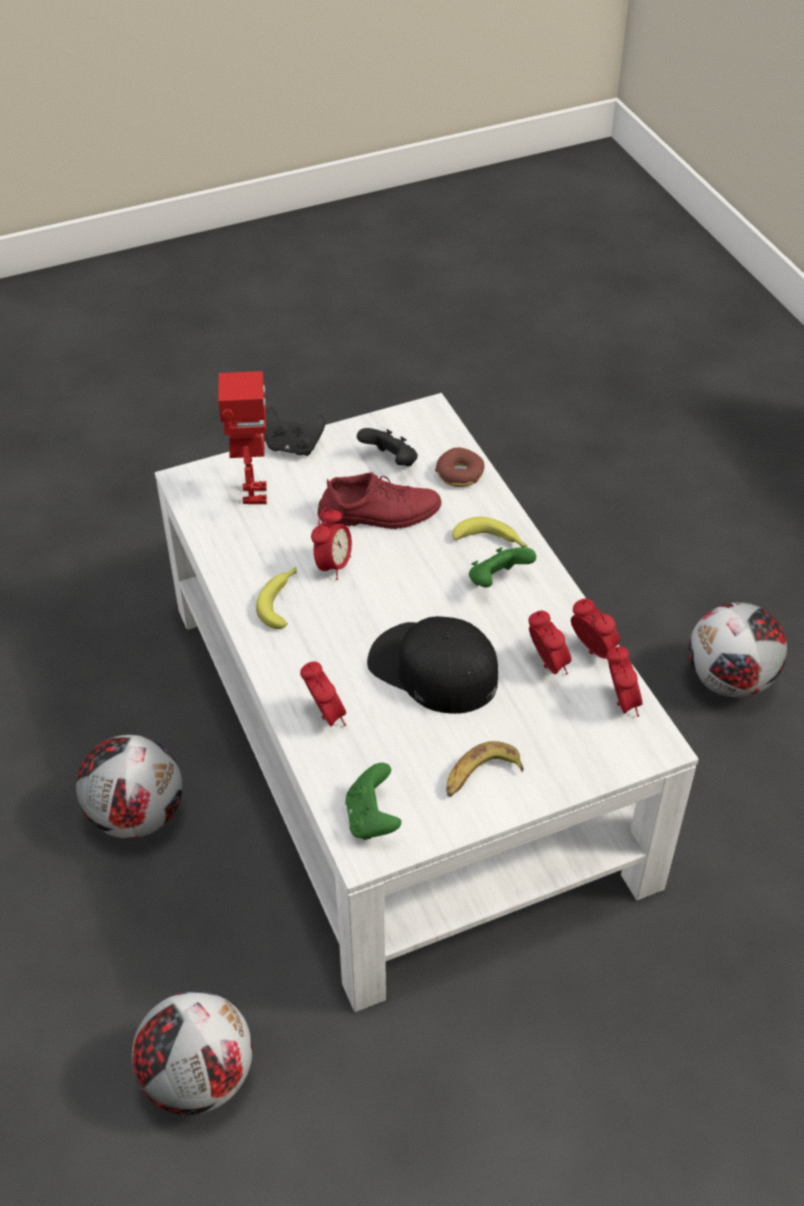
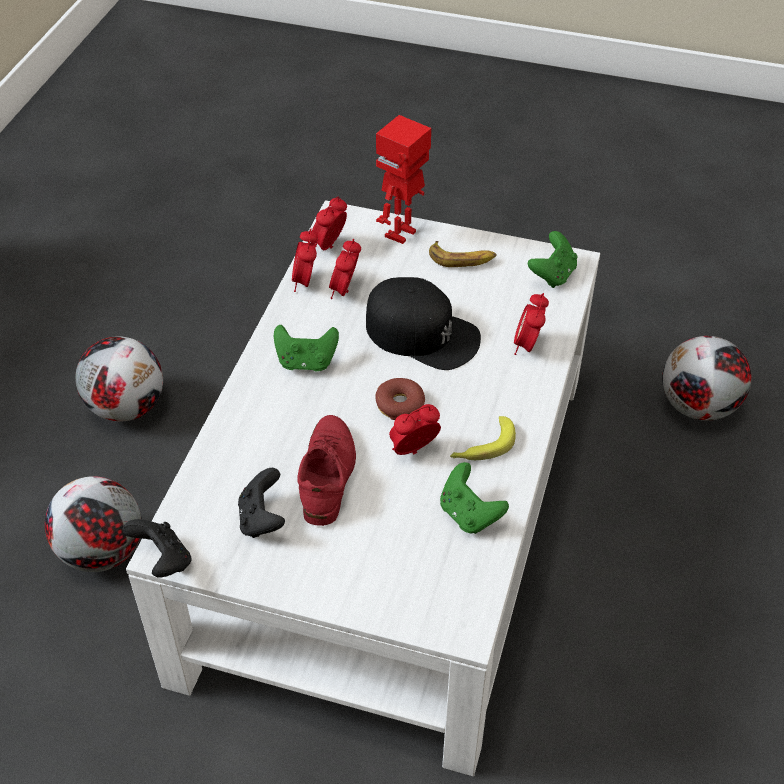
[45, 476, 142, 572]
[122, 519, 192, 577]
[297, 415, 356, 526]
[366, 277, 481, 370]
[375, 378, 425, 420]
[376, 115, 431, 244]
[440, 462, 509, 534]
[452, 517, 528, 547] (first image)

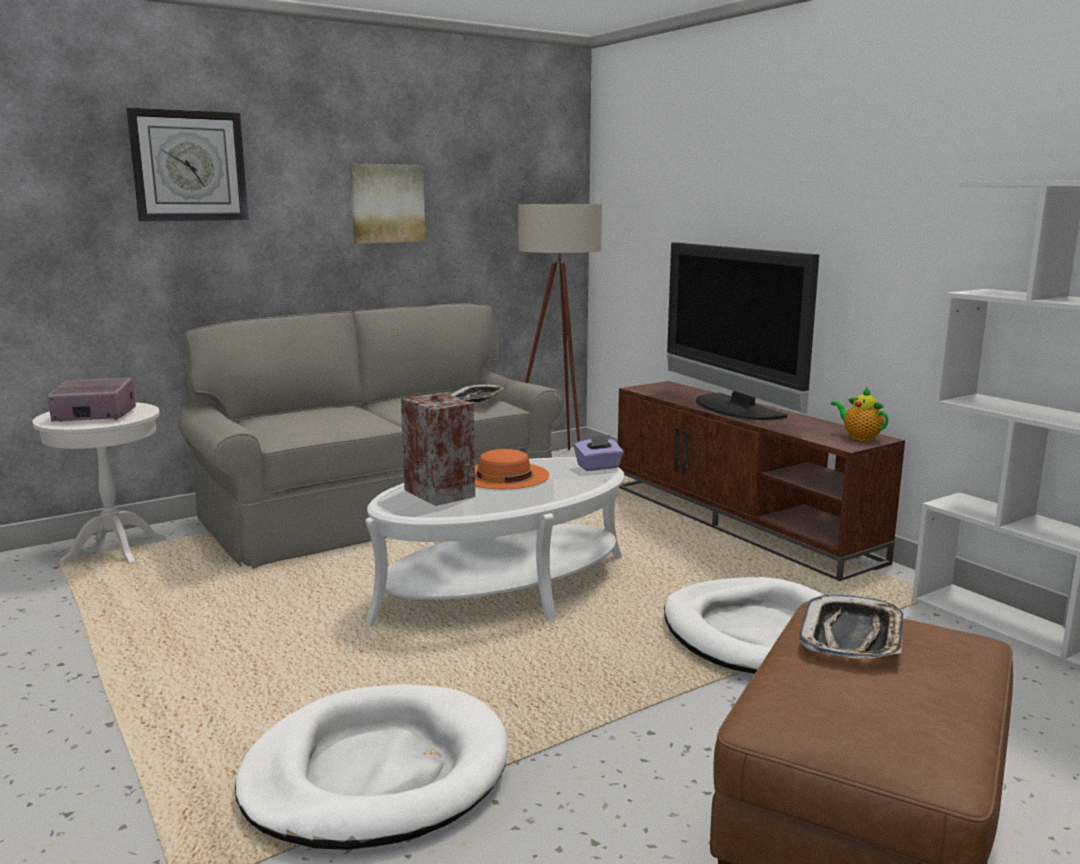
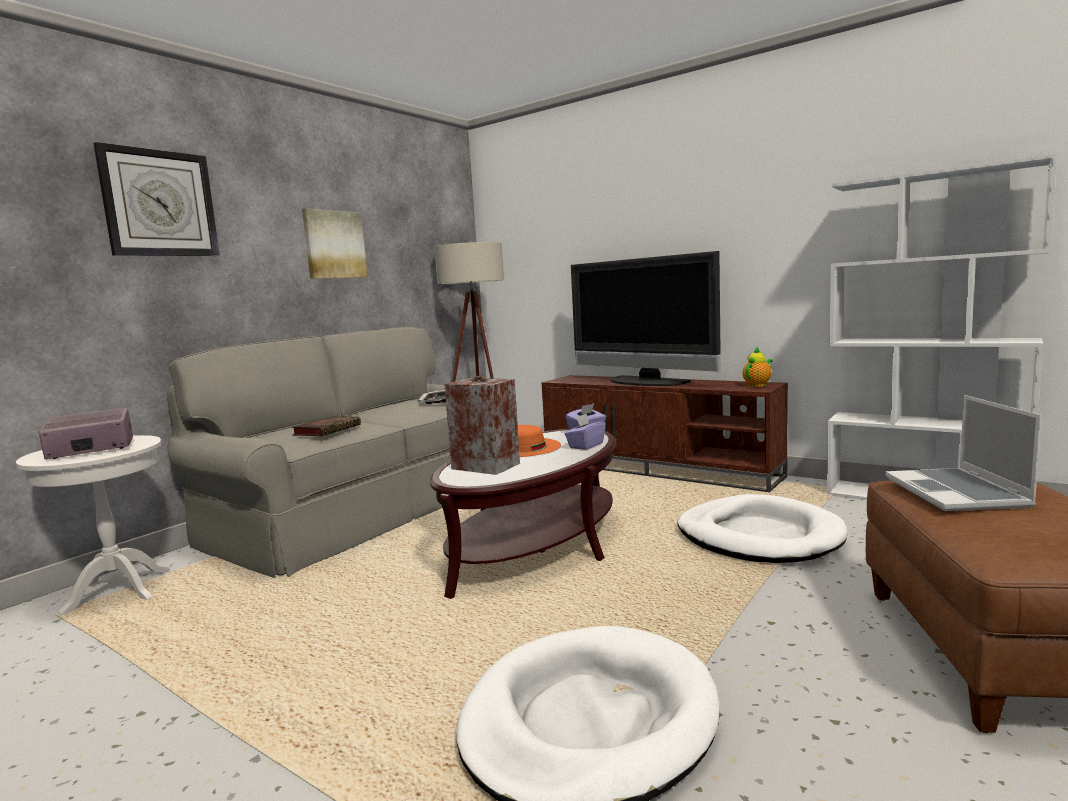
[292, 416, 361, 436]
[430, 429, 616, 599]
[565, 414, 606, 450]
[743, 346, 773, 387]
[885, 395, 1042, 511]

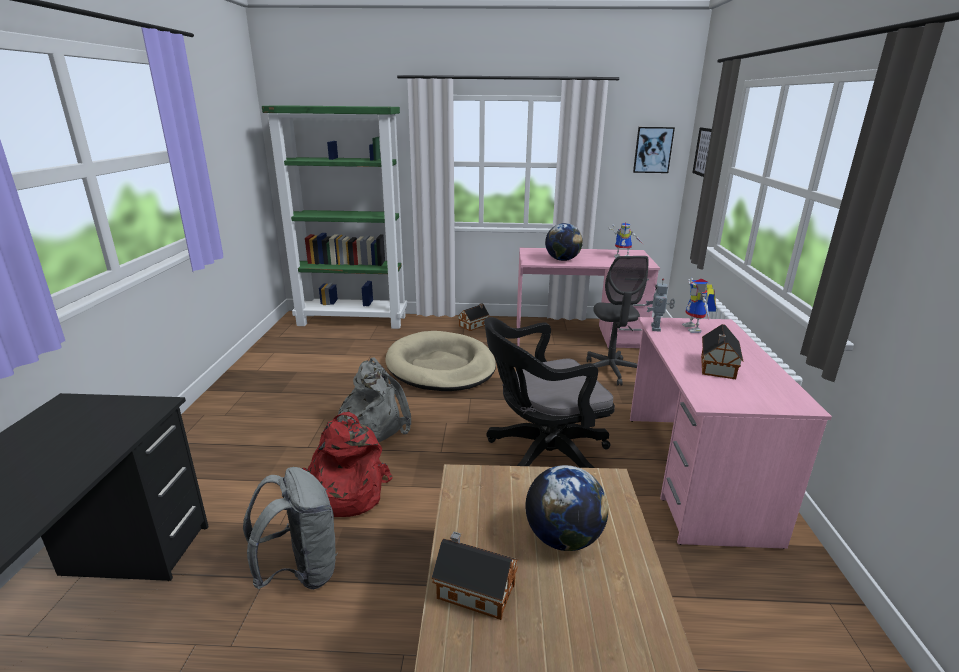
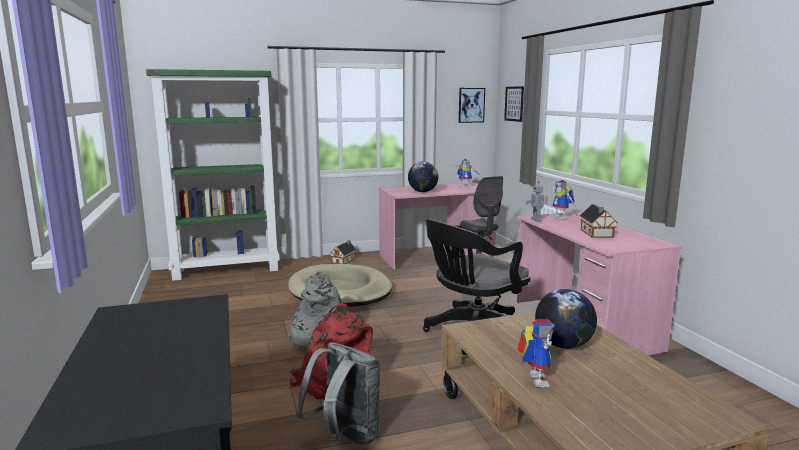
[517, 319, 555, 387]

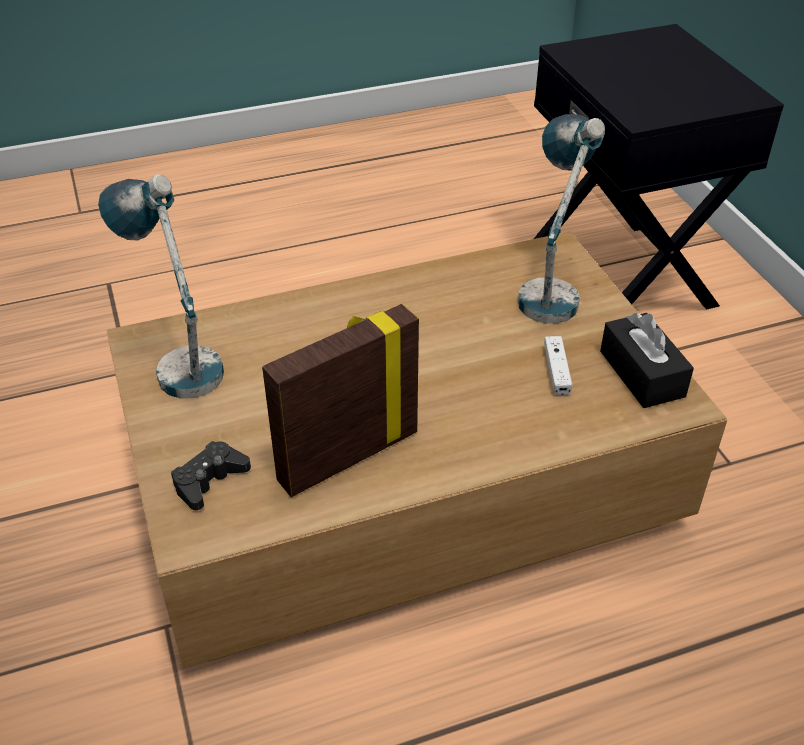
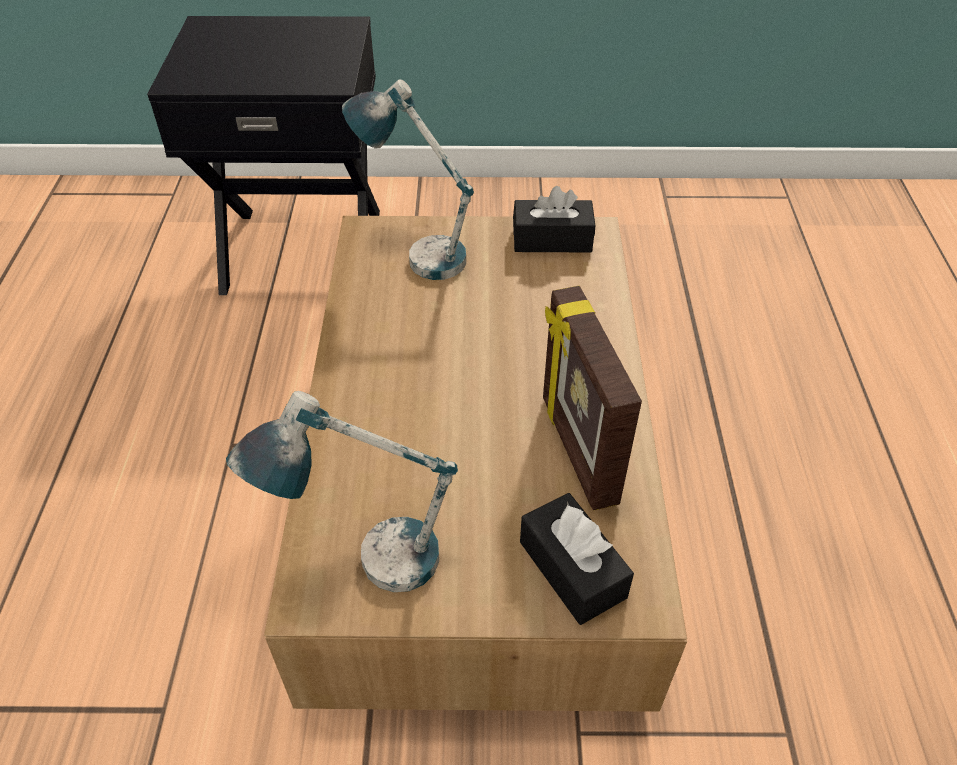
[520, 493, 634, 625]
[544, 336, 572, 395] (first image)

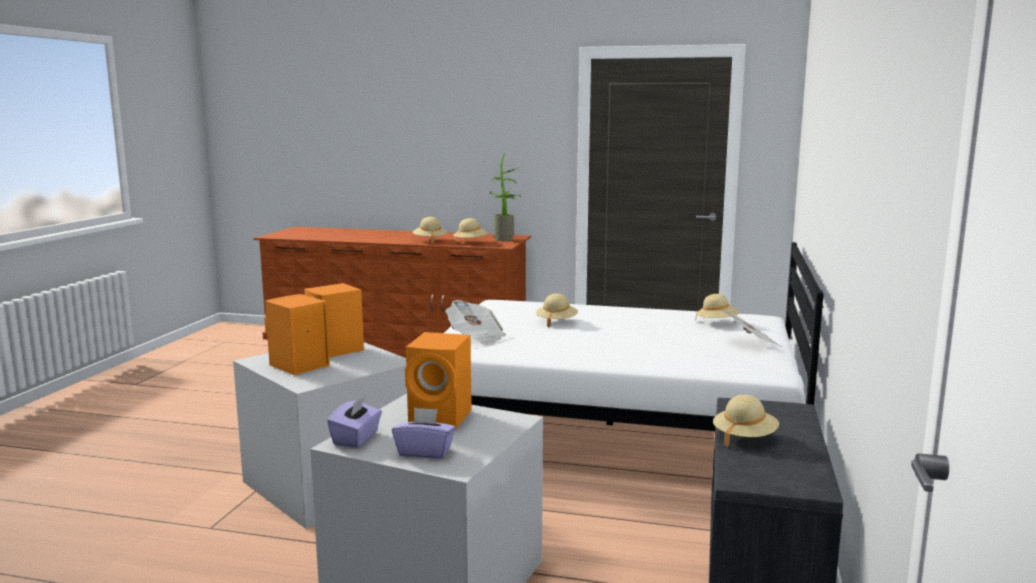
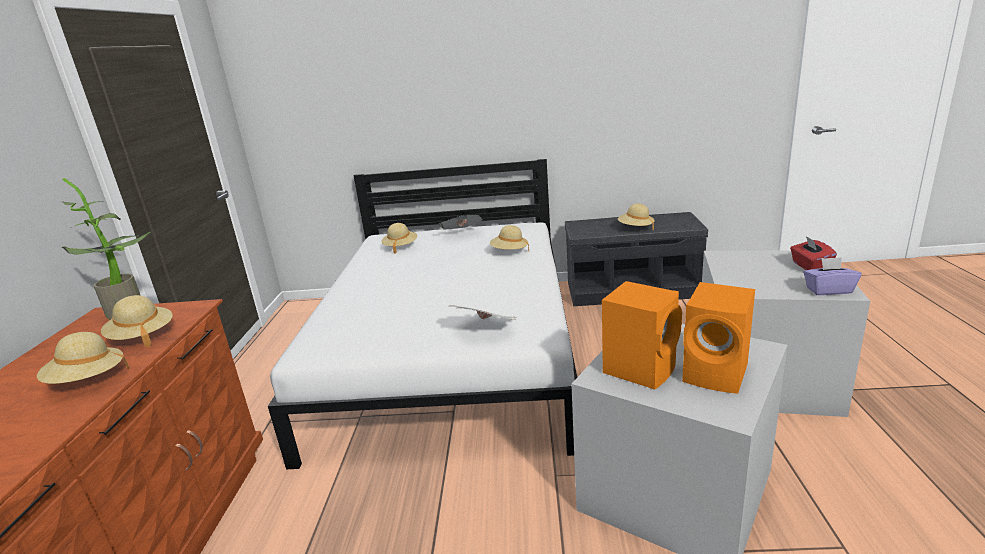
[490, 225, 529, 252]
[790, 236, 837, 270]
[405, 332, 472, 430] (first image)

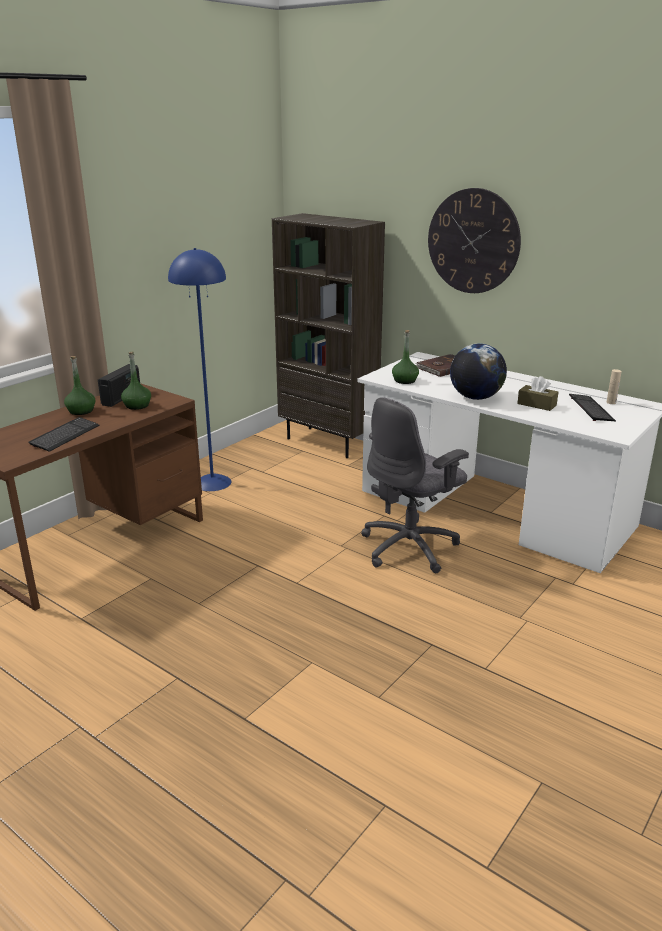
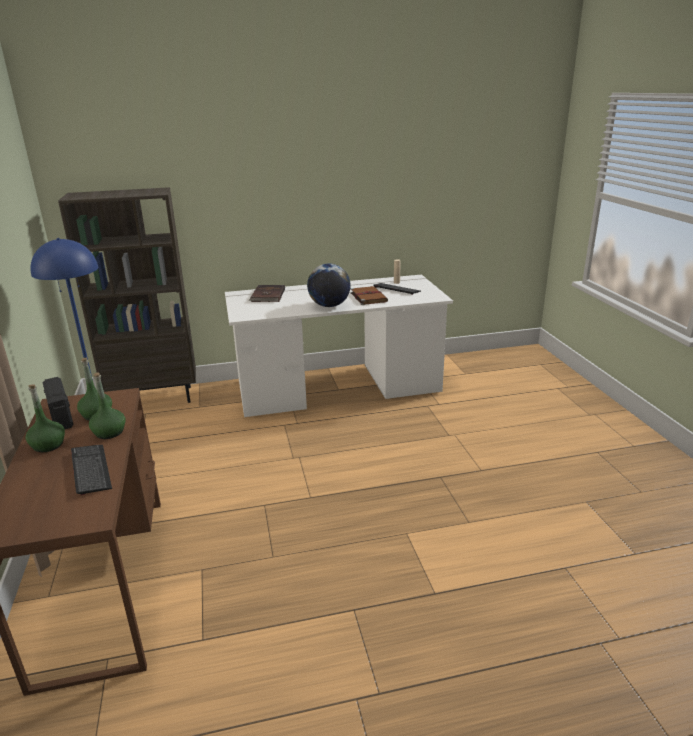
[89, 372, 126, 439]
[350, 286, 388, 305]
[361, 397, 469, 573] (first image)
[428, 188, 521, 293] (first image)

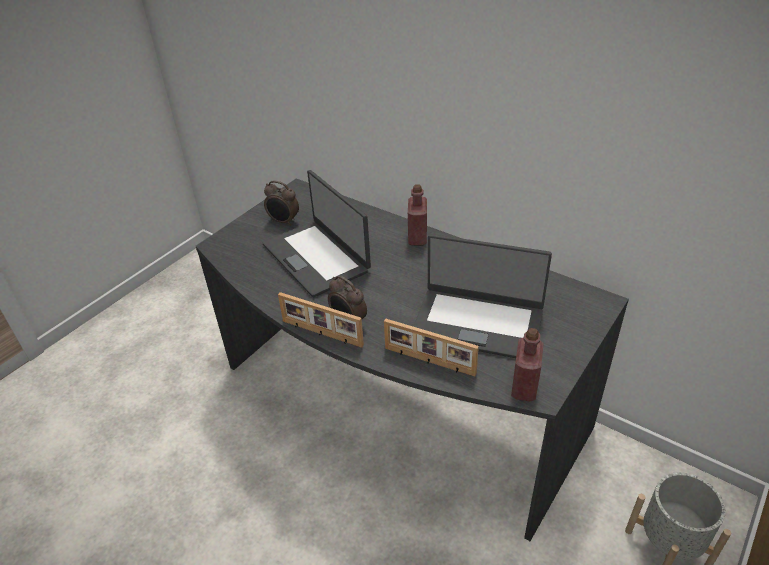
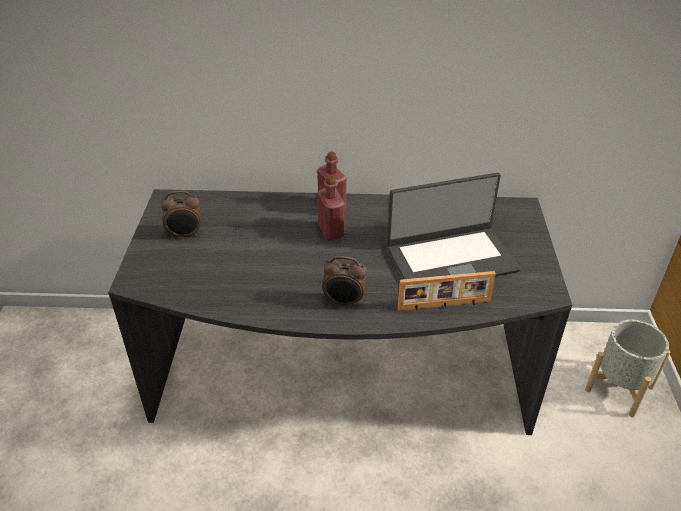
[317, 175, 345, 240]
[262, 170, 371, 298] (first image)
[278, 292, 364, 348] (first image)

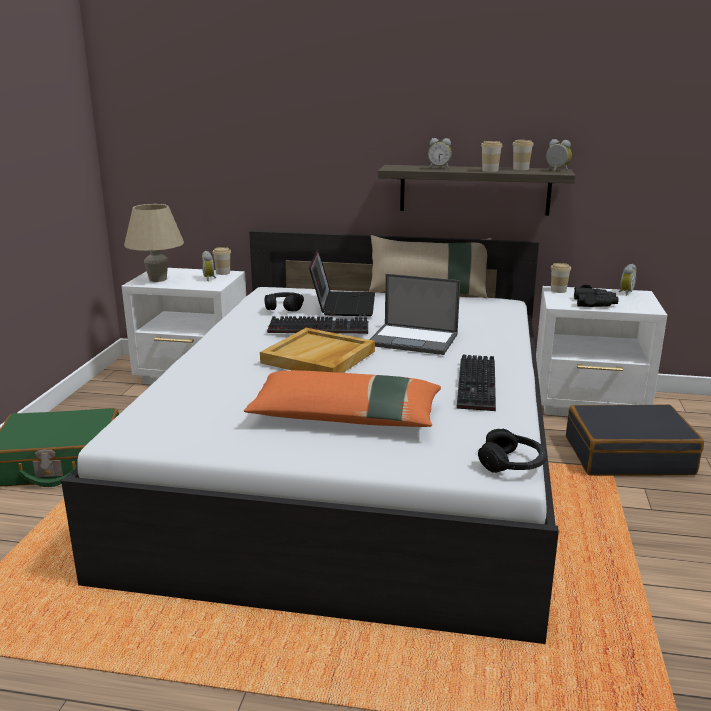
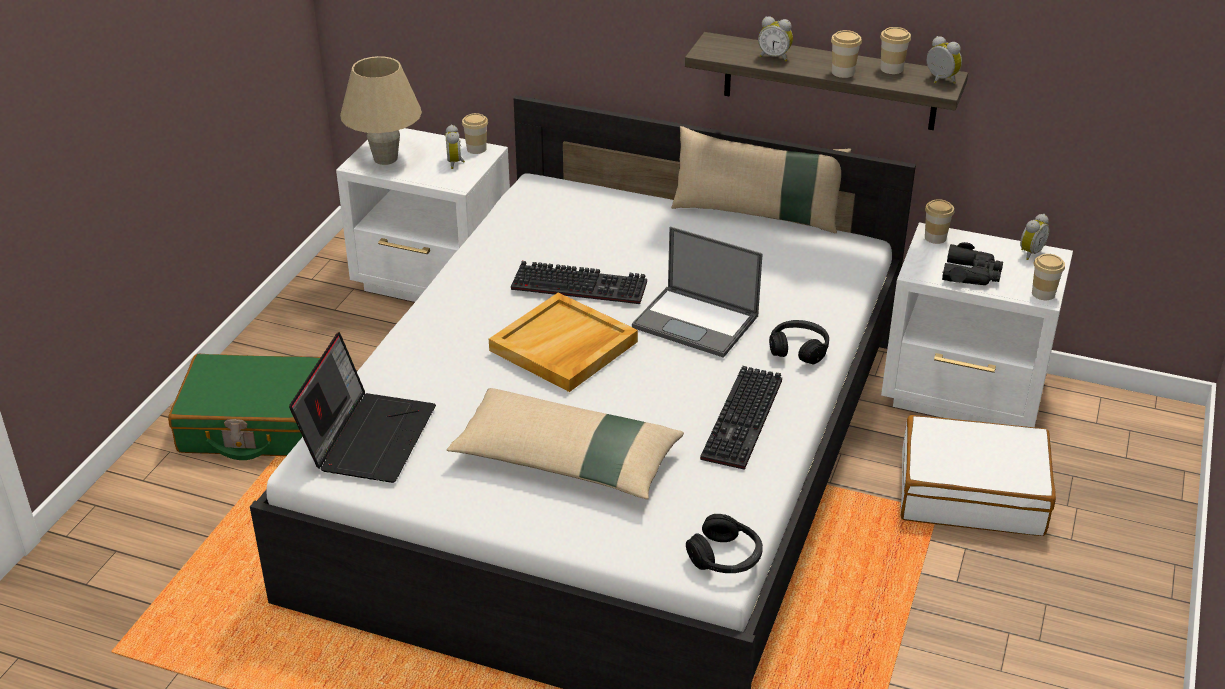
[289, 332, 436, 483]
[447, 388, 684, 499]
[769, 320, 829, 364]
[901, 415, 1056, 536]
[1032, 254, 1065, 300]

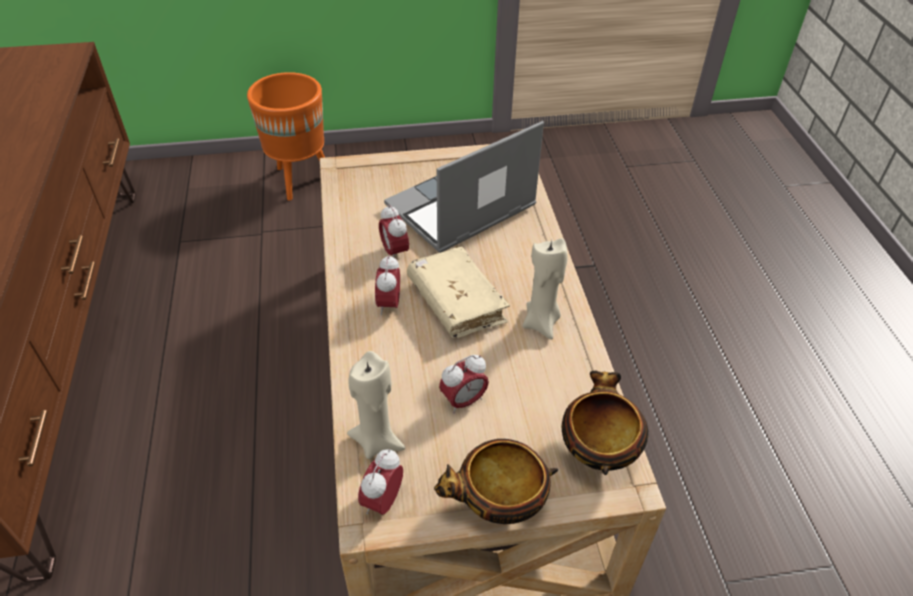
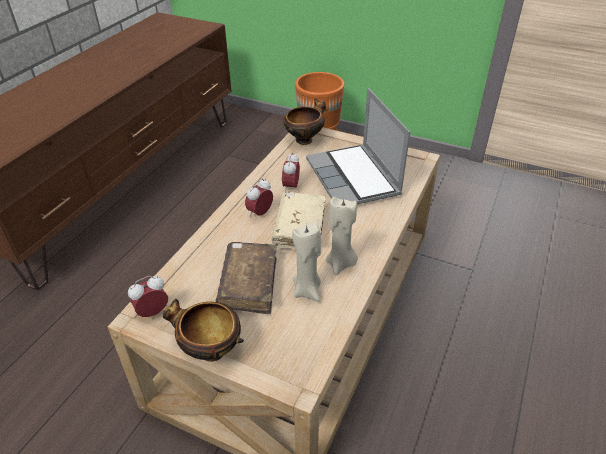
[216, 242, 277, 314]
[283, 99, 326, 145]
[292, 221, 321, 302]
[306, 88, 410, 204]

